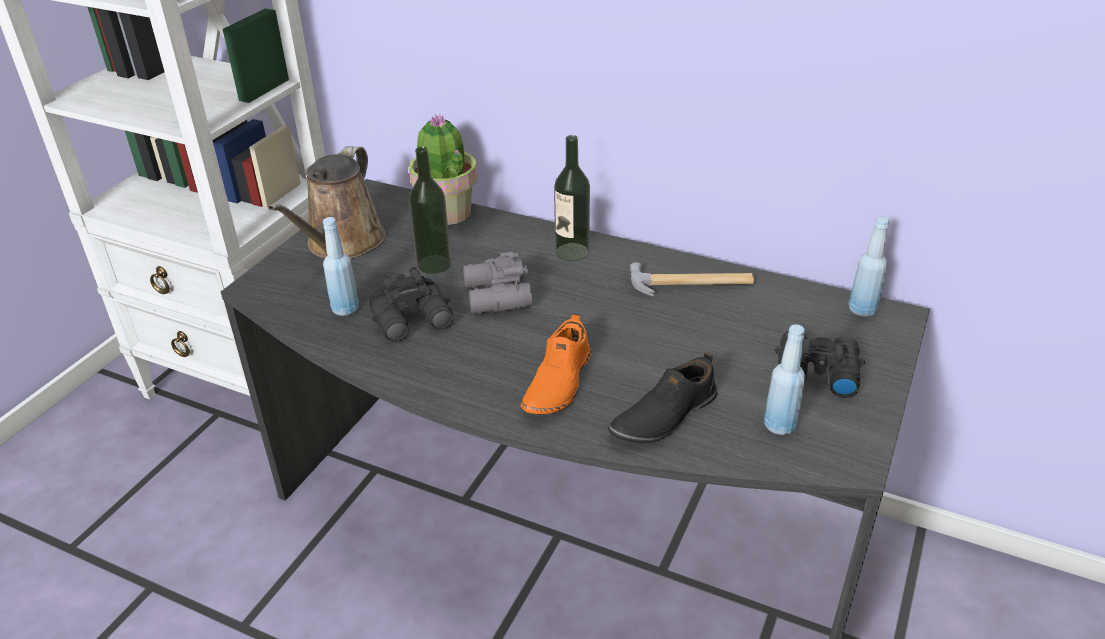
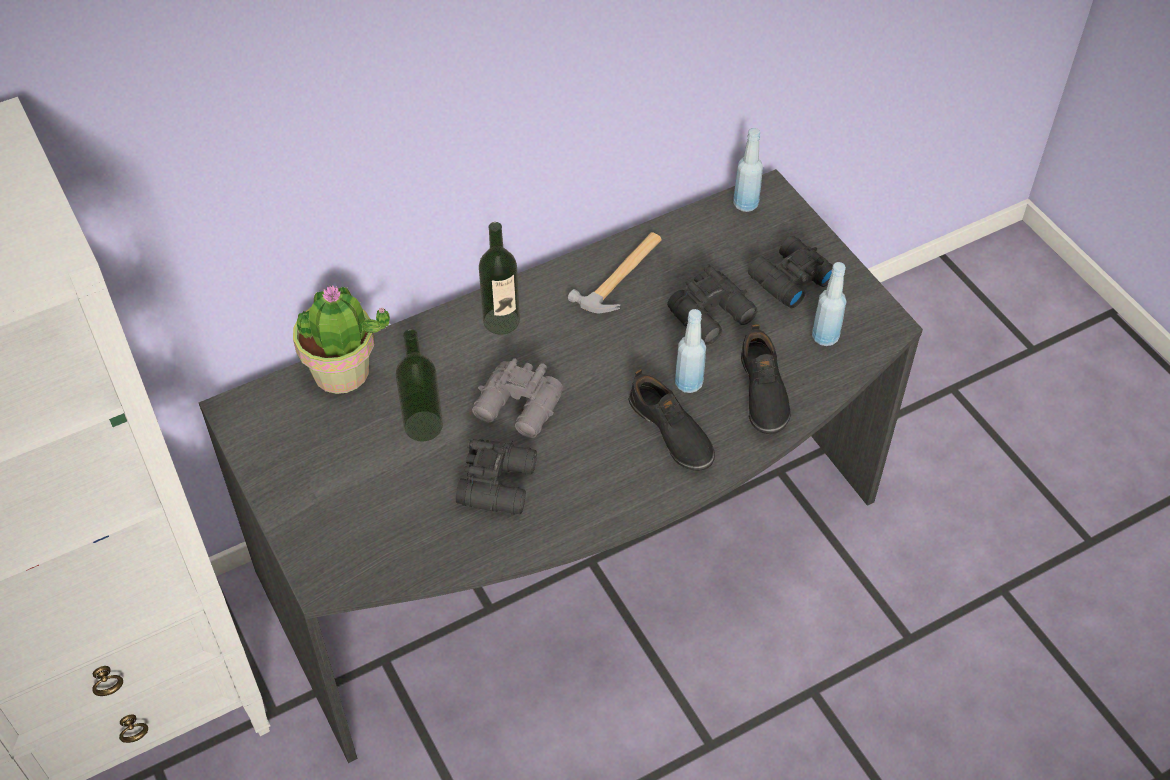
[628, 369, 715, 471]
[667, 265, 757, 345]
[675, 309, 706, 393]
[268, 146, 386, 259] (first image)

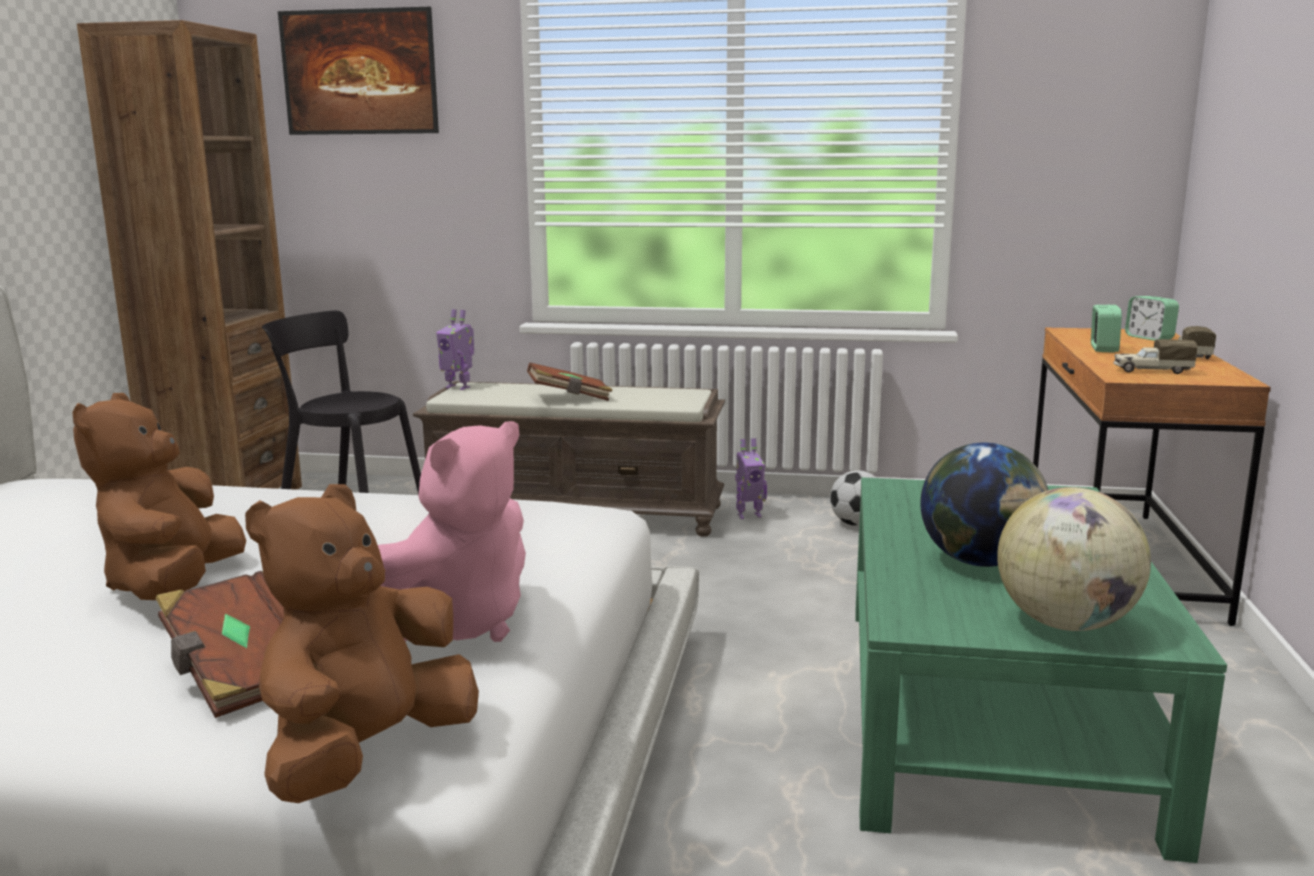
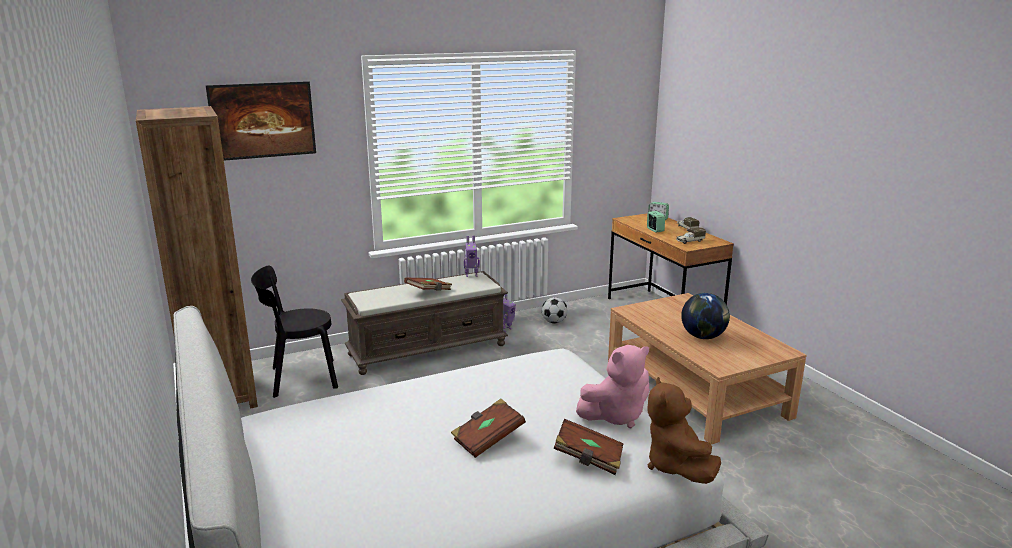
[451, 399, 526, 458]
[464, 236, 480, 277]
[576, 345, 649, 428]
[608, 293, 807, 445]
[997, 487, 1151, 631] (first image)

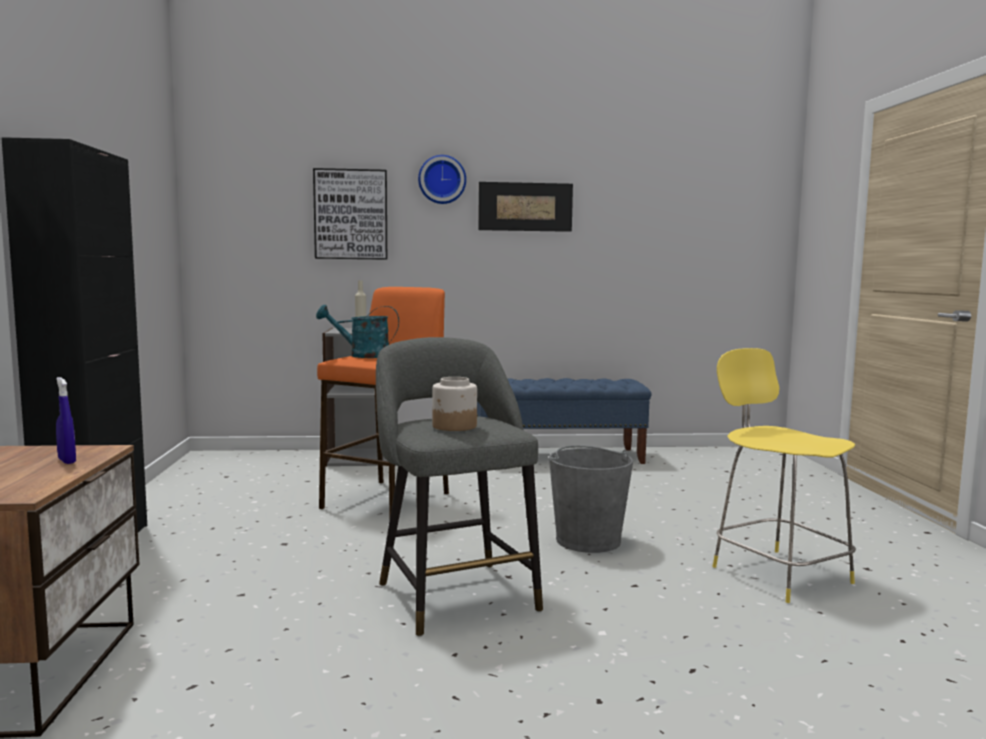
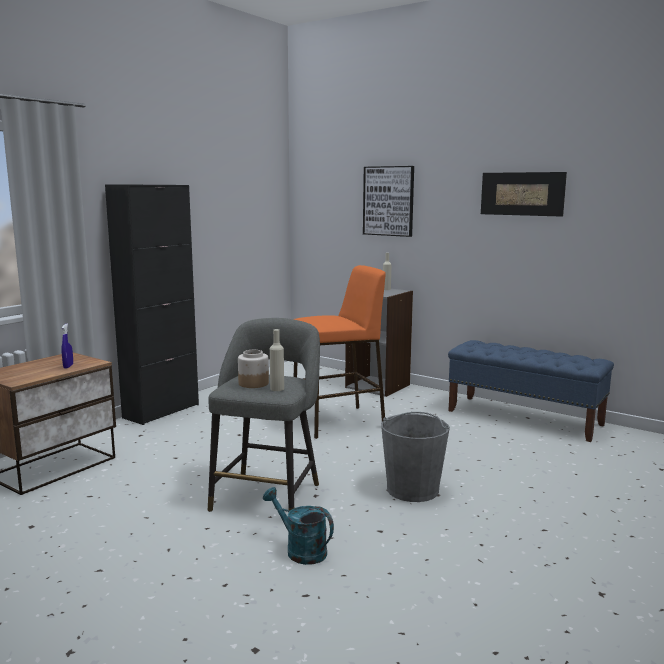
[263, 487, 334, 565]
[270, 329, 284, 391]
[418, 155, 466, 204] (first image)
[712, 348, 856, 603] (first image)

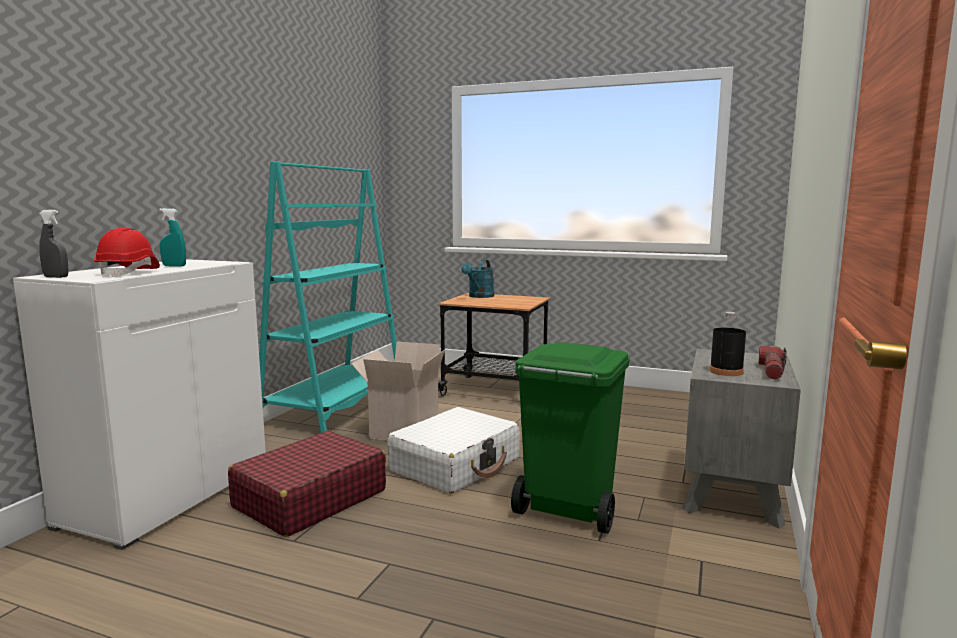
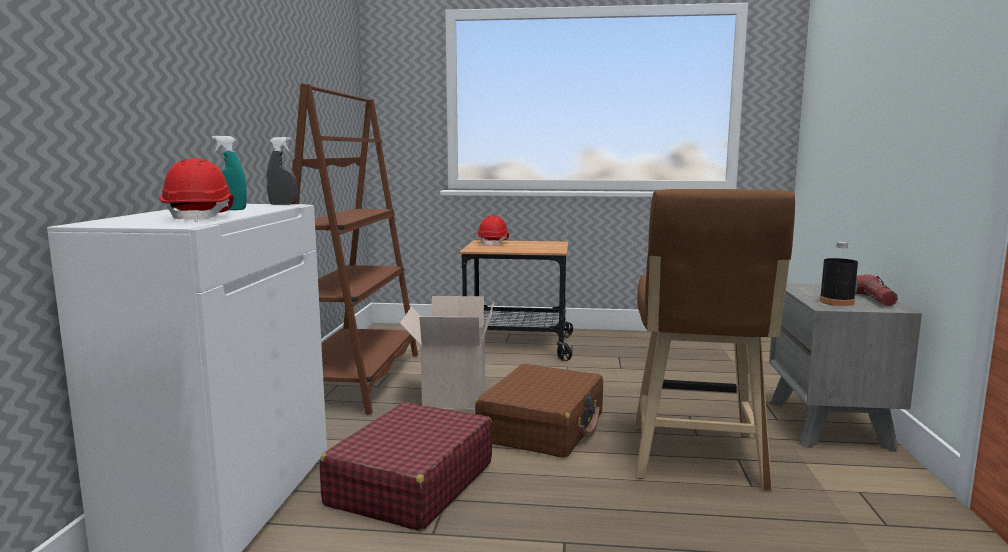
[267, 137, 297, 205]
[292, 83, 418, 415]
[475, 364, 603, 458]
[477, 216, 509, 247]
[634, 189, 795, 490]

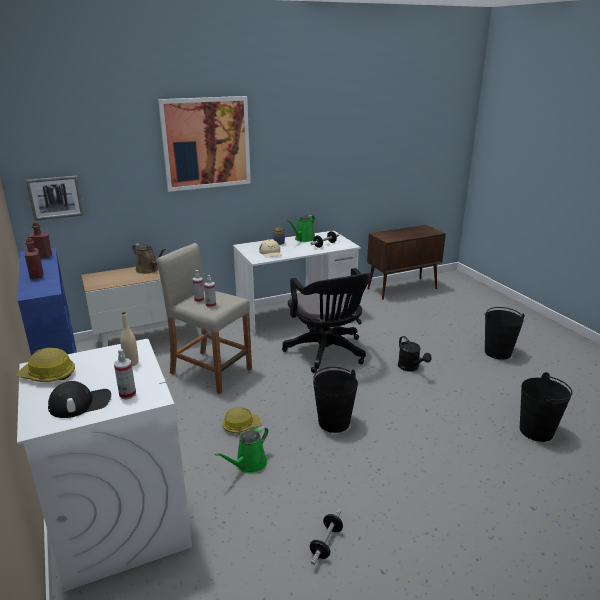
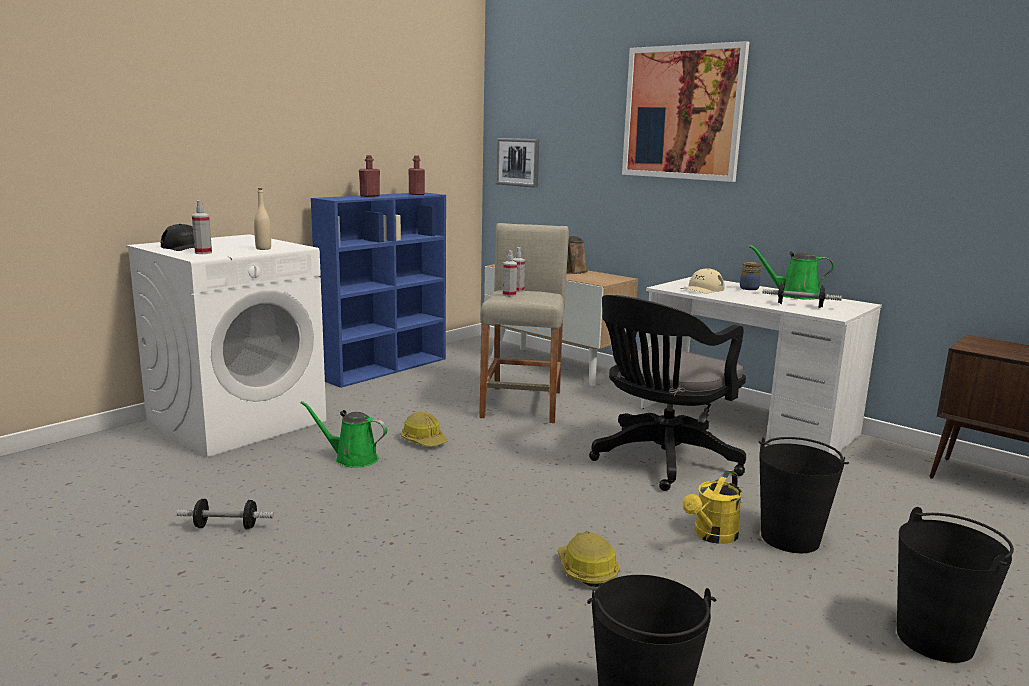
[557, 532, 620, 587]
[682, 470, 742, 544]
[759, 437, 849, 553]

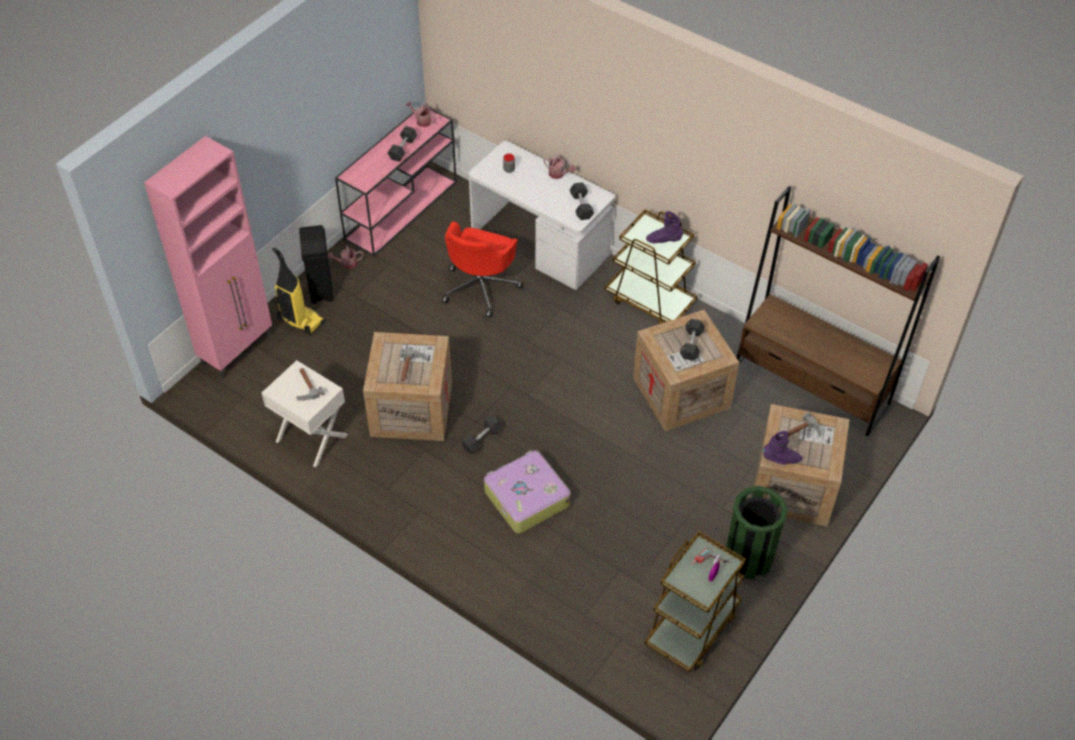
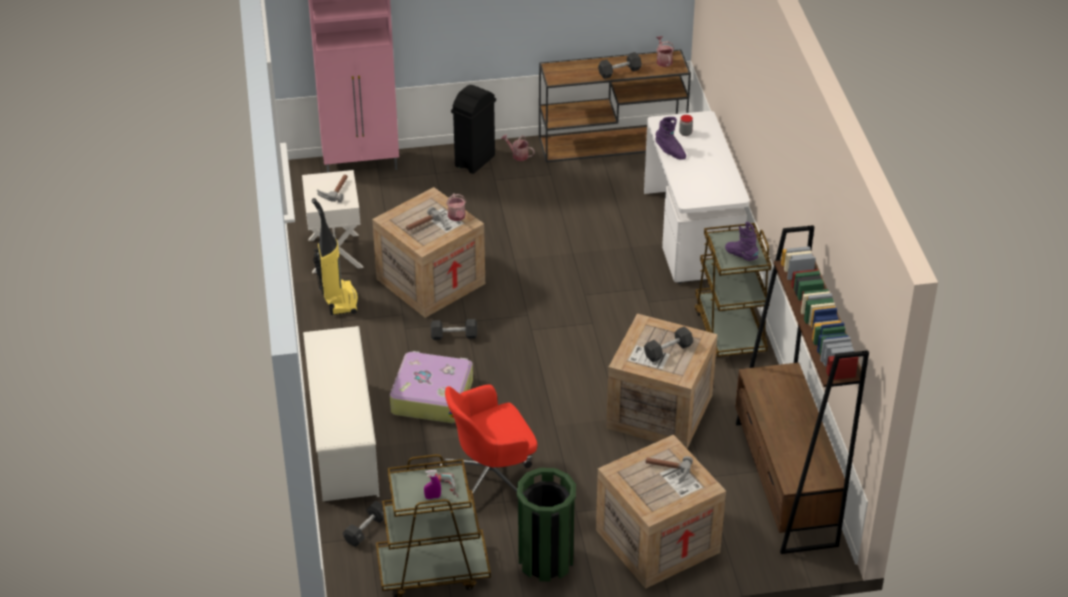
[303, 326, 380, 501]
[312, 198, 359, 315]
[342, 501, 384, 547]
[438, 385, 537, 494]
[446, 194, 466, 221]
[539, 49, 691, 162]
[655, 117, 686, 160]

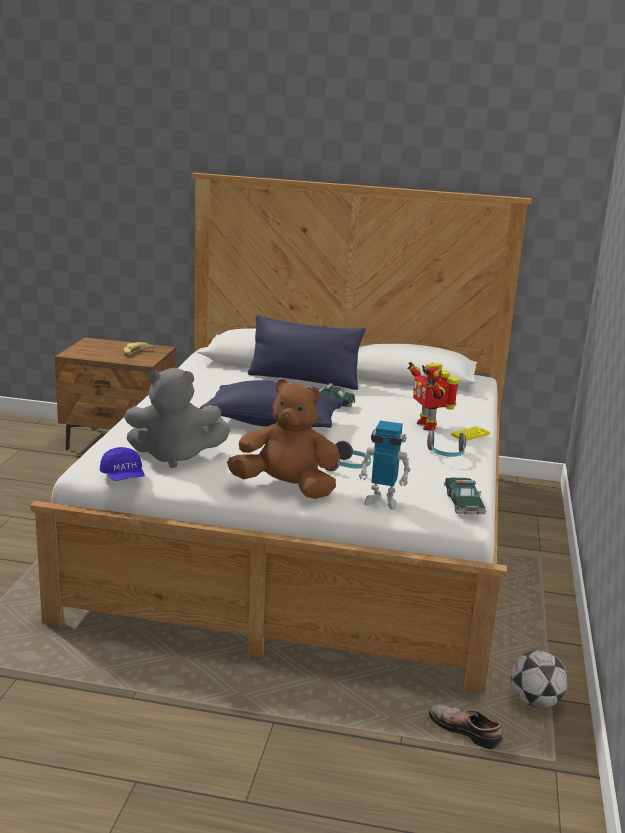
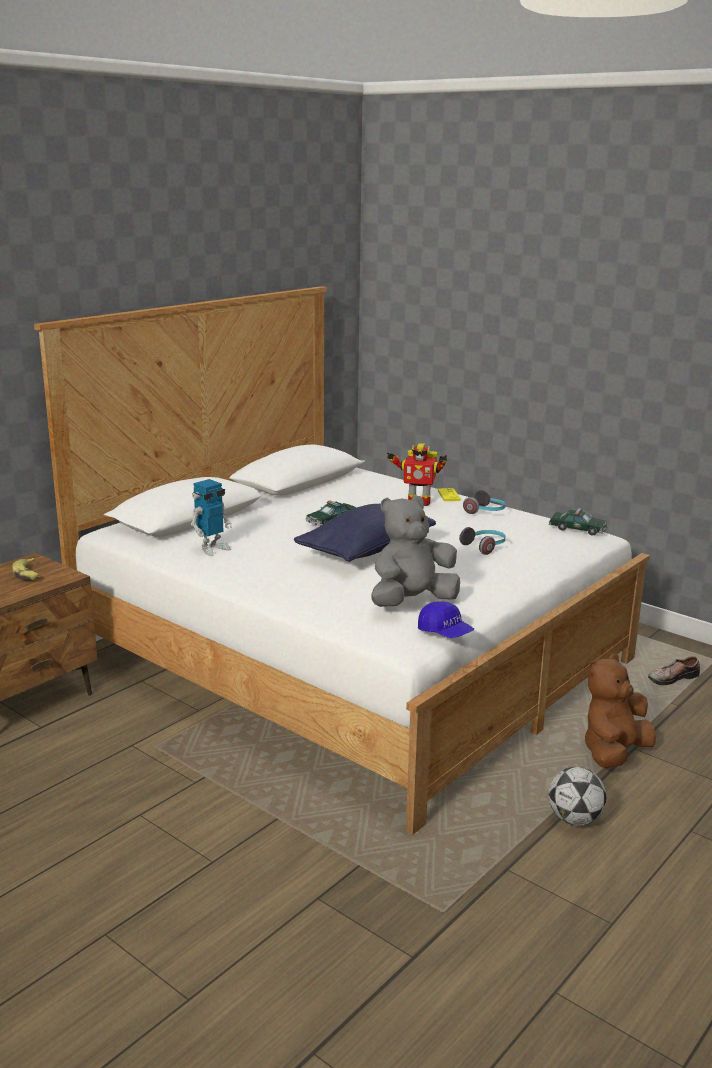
[191, 479, 232, 556]
[371, 495, 460, 607]
[418, 601, 474, 638]
[549, 767, 606, 825]
[585, 653, 656, 768]
[248, 315, 366, 390] (first image)

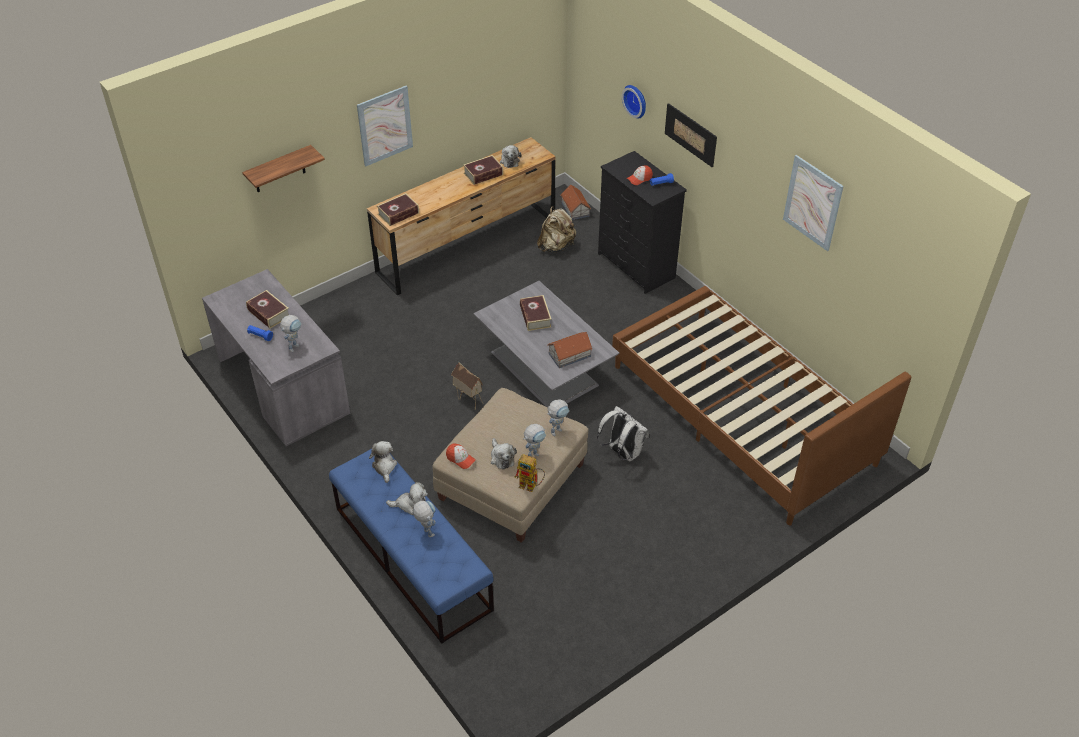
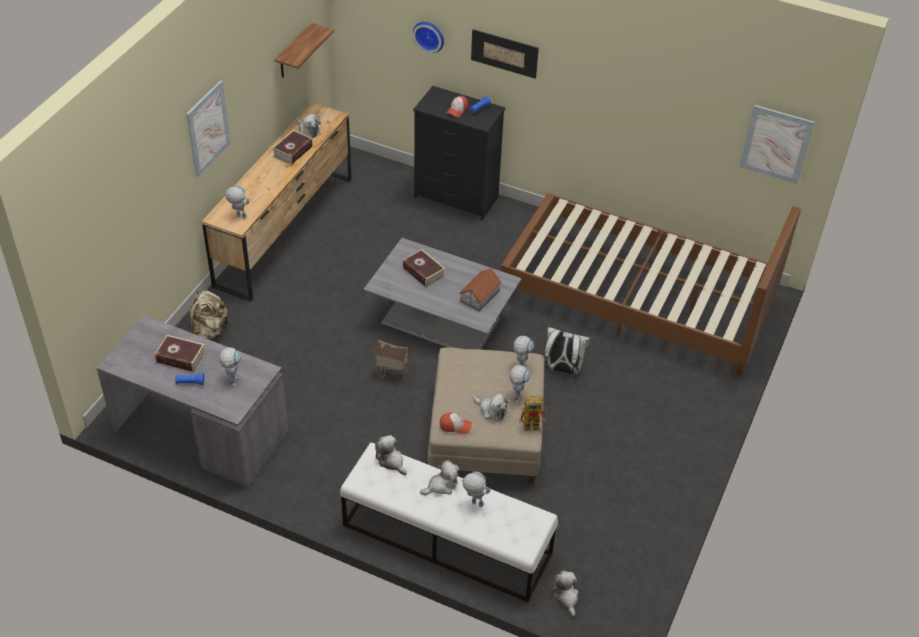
[189, 290, 230, 340]
[225, 186, 250, 219]
[275, 23, 334, 78]
[340, 443, 558, 602]
[551, 571, 579, 617]
[740, 105, 815, 184]
[561, 184, 591, 220] (first image)

